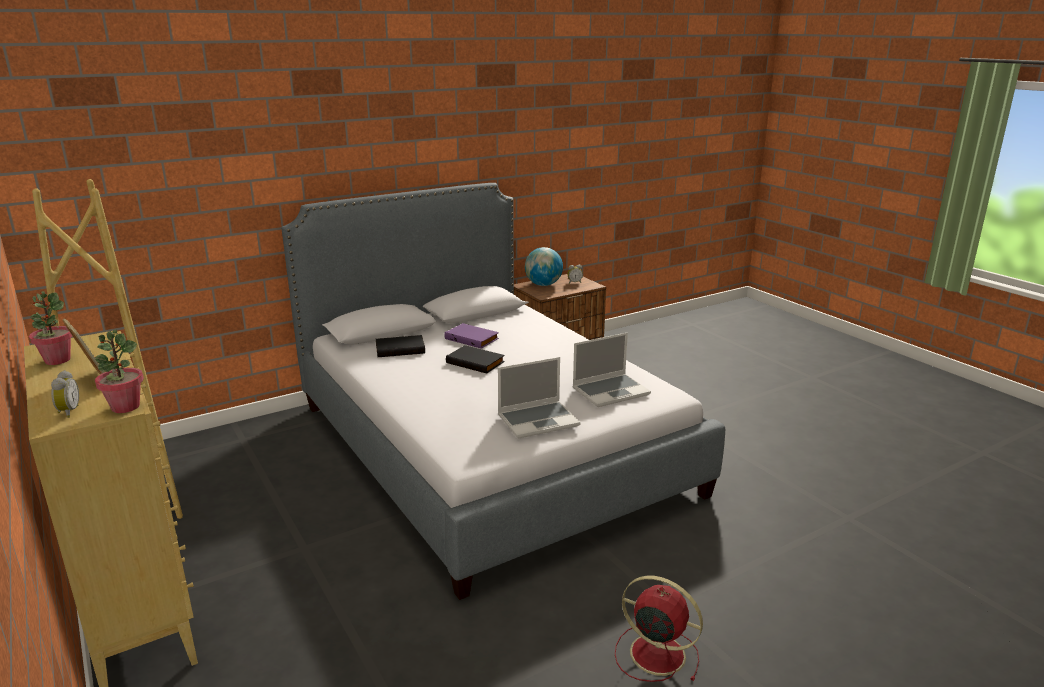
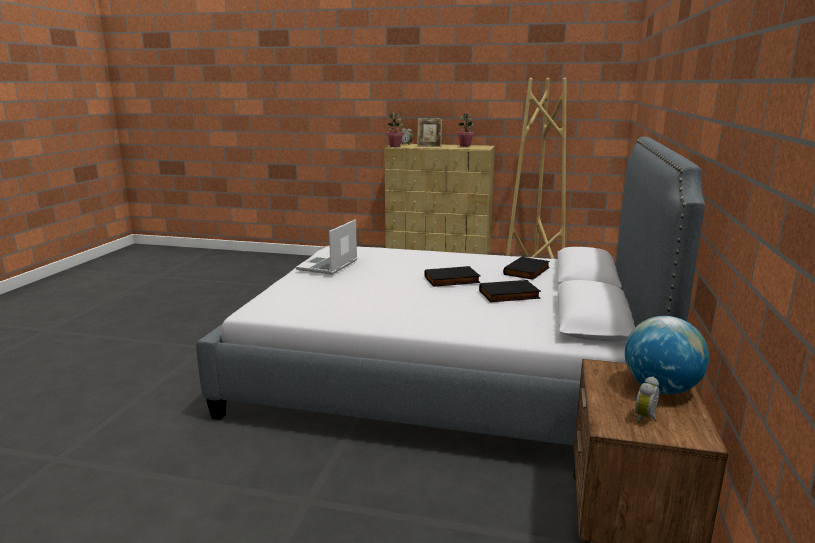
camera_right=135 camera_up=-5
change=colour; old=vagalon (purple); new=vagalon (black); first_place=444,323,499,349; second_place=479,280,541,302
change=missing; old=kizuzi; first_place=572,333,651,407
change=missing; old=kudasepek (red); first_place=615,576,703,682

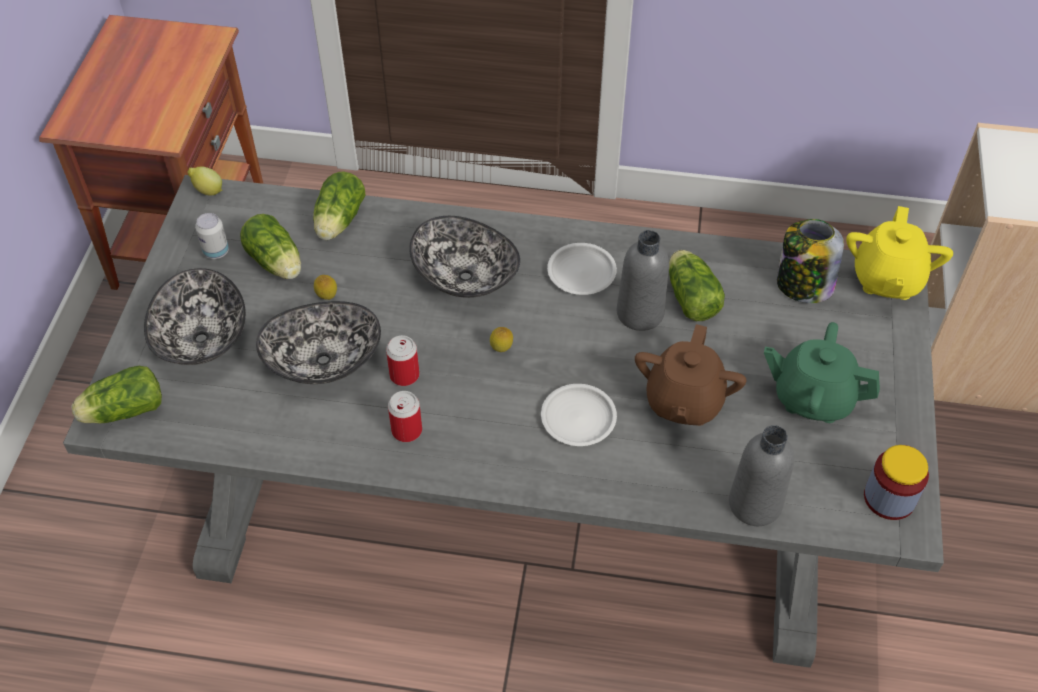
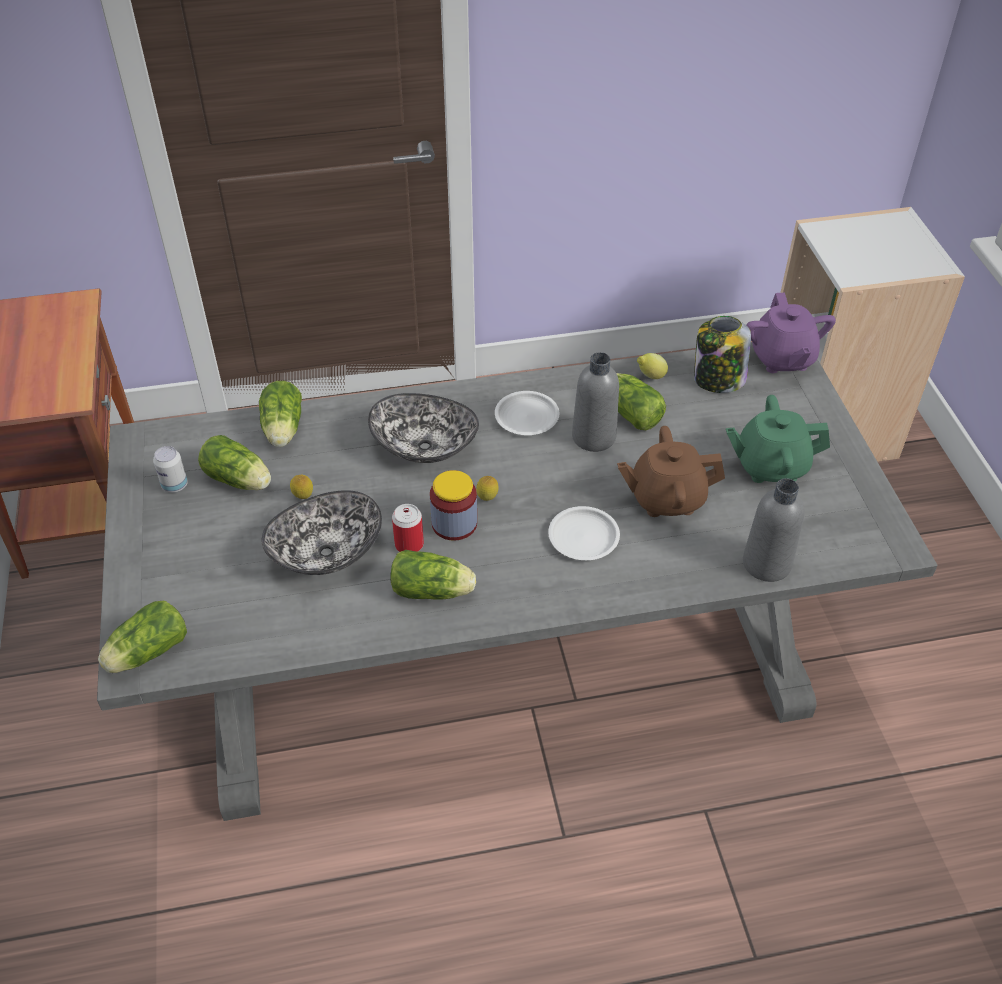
camera_right=-20 camera_up=-5
change=missing; old=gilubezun; first_place=144,268,246,365
change=relocated; old=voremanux; first_place=188,167,222,196; second_place=637,353,668,379
change=exchanged; old=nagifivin; new=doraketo; first_place=388,391,422,442; second_place=390,550,476,600
change=spun; old=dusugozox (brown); first_place=635,324,747,426; second_place=617,426,725,517; degrees=90
change=colour; old=dusugozox (yellow); new=dusugozox (purple); first_place=846,206,953,300; second_place=746,293,836,373
change=relocated; old=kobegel; first_place=864,445,929,520; second_place=430,470,477,541

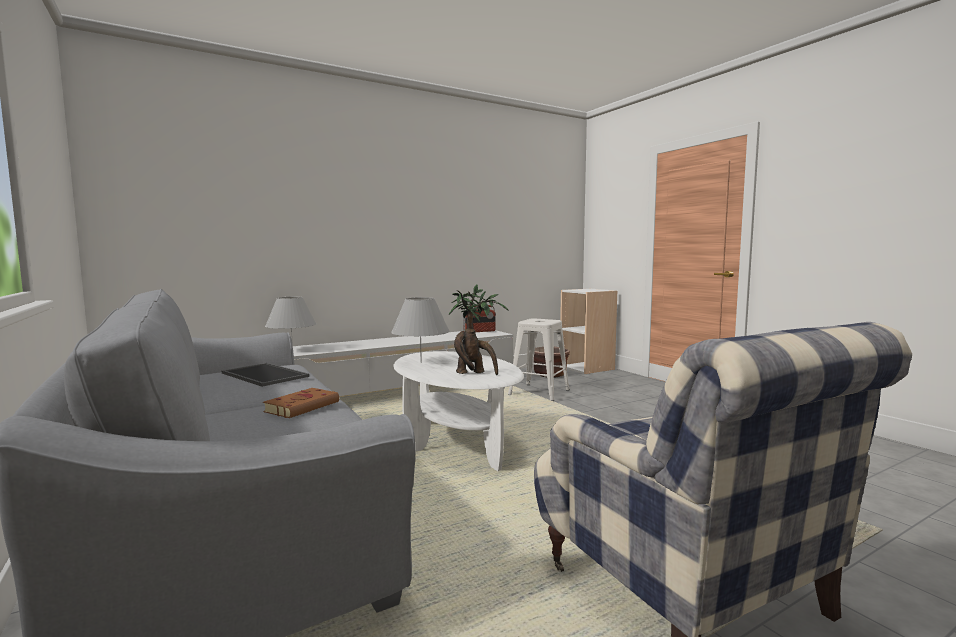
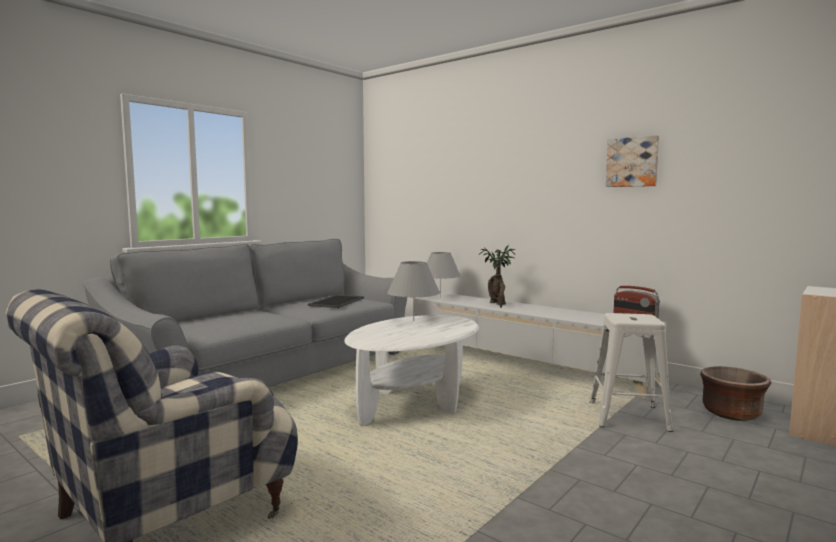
camera_right=70 camera_up=0
change=missing; old=vagalon (brown); first_place=263,388,339,418
change=relocated; old=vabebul; first_place=449,284,509,375; second_place=479,245,515,308
change=appeared; new=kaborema; second_place=606,135,659,187

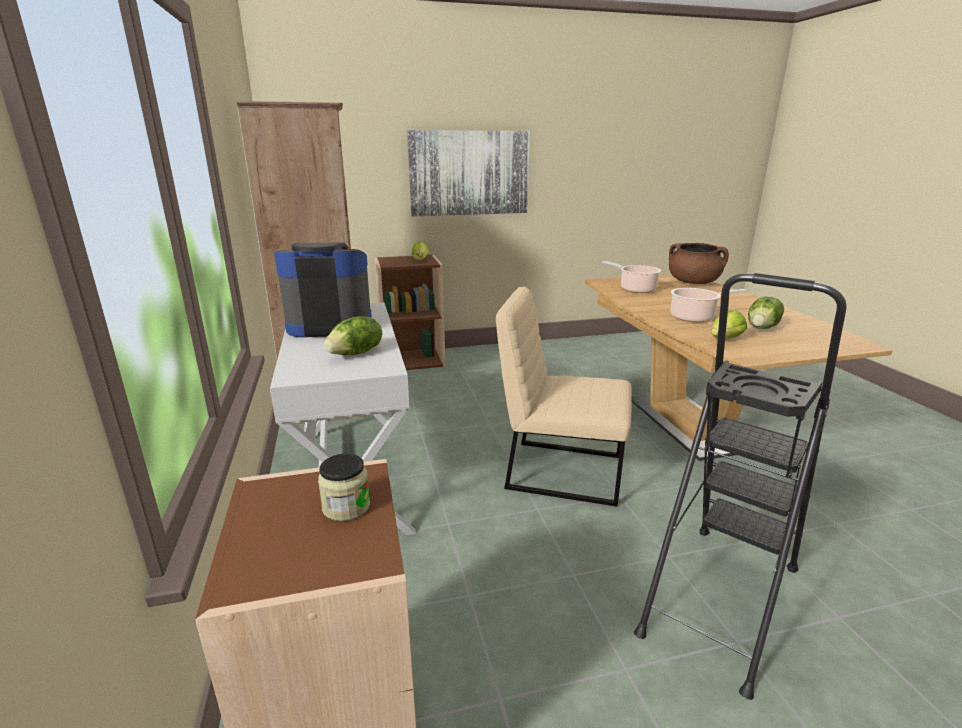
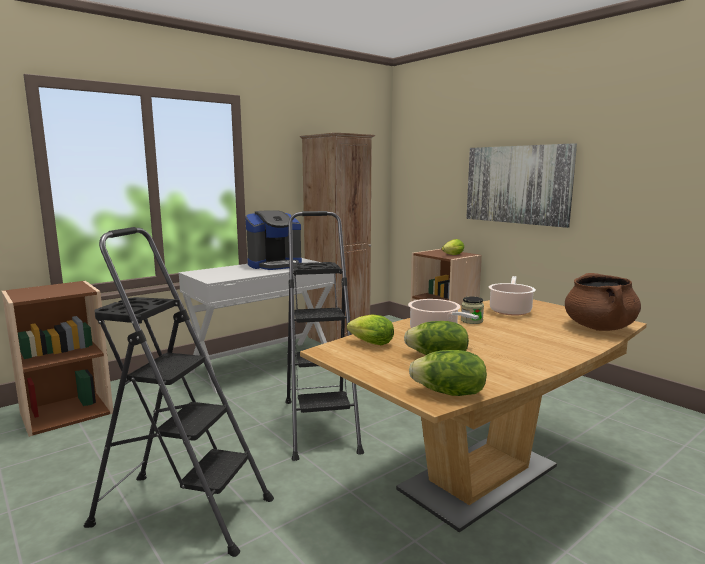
camera_right=65 camera_up=-10
change=spun; old=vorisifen; first_place=274,242,372,337; second_place=245,210,302,270; degrees=90
change=relocated; old=kobegel; first_place=318,453,370,521; second_place=461,296,484,324
change=relocated; old=doraketo; first_place=324,316,382,355; second_place=409,350,487,396
change=exchanged; old=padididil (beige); new=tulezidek; first_place=496,287,632,507; second_place=285,211,364,461

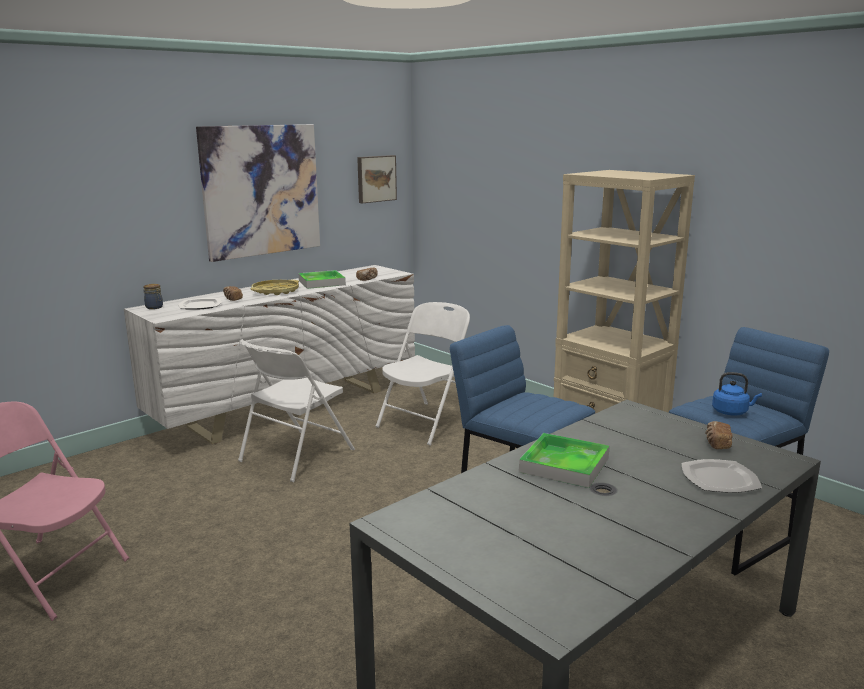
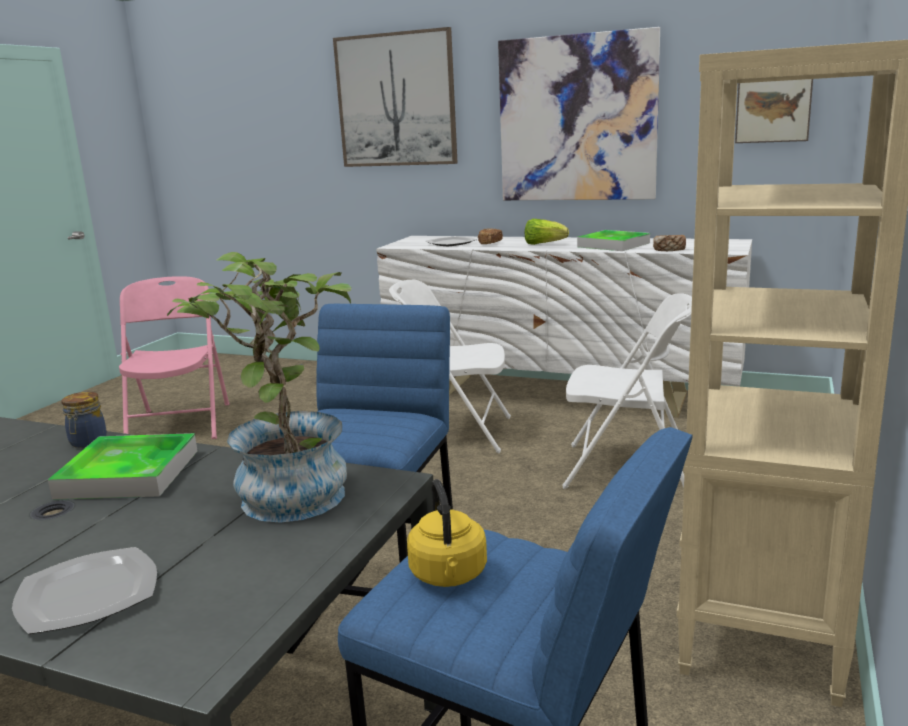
camera_right=65 camera_up=0
change=relocated; old=kobegel; first_place=143,284,163,309; second_place=61,392,107,448
change=exchanged; old=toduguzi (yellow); new=doraketo; first_place=250,280,299,295; second_place=525,219,569,245
change=missing; old=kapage; first_place=705,421,733,449
change=colour; old=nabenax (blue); new=nabenax (yellow); first_place=712,372,762,415; second_place=407,479,487,587
change=appeared; new=vabebul; second_place=167,252,351,523
change=appeared; new=kaborema; second_place=333,27,458,167

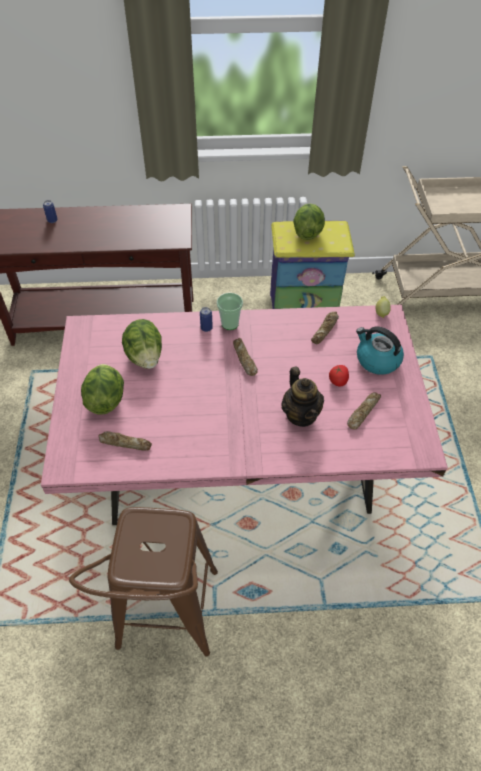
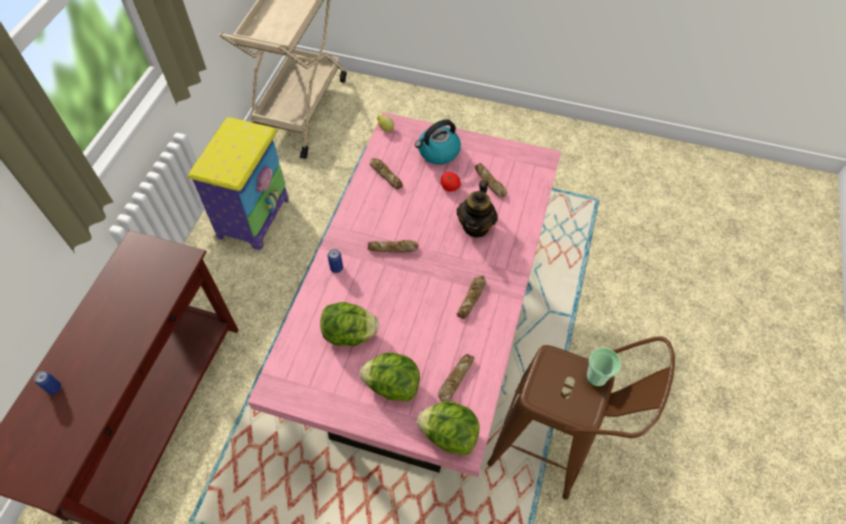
camera_right=-70 camera_up=5
change=relocated; old=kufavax; first_place=217,293,243,330; second_place=587,348,621,387
change=spun; old=dusugozox; first_place=281,367,324,427; second_place=457,180,498,238; degrees=105
change=relocated; old=doraketo; first_place=293,204,325,240; second_place=417,401,479,456
change=appeared; new=kapage; second_place=457,275,486,319

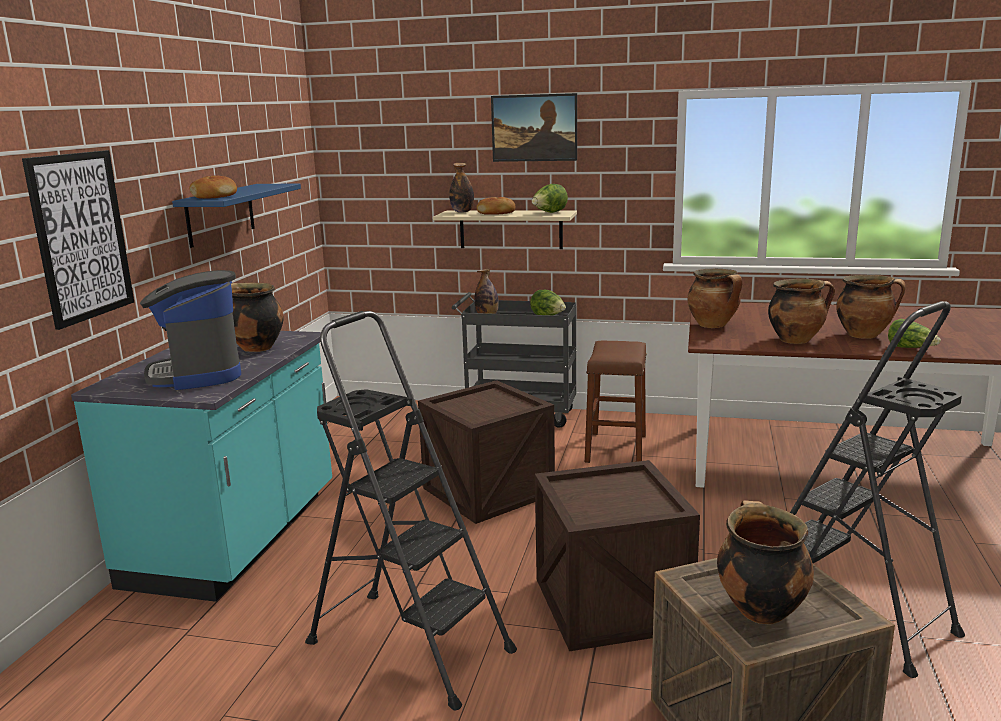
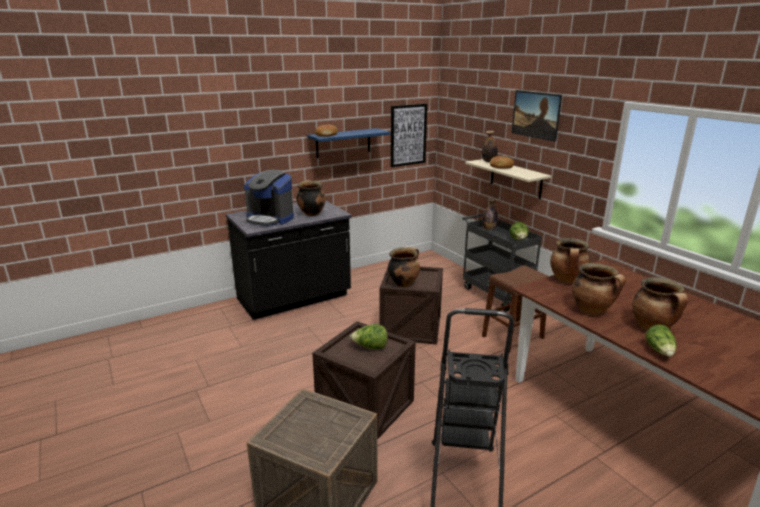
camera_right=45 camera_up=5
change=relocated; old=kaborema; first_place=22,150,134,330; second_place=391,103,427,167
change=colour; old=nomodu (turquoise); new=nomodu (black); first_place=71,331,332,602; second_place=226,201,352,320
change=spun; old=vorisifen; first_place=140,270,241,390; second_place=244,170,294,226; degrees=-90
change=missing; old=tulezidek; first_place=305,311,517,711
change=relocated; old=doraketo; first_place=532,184,568,213; second_place=350,324,388,349
change=relocated; old=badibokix; first_place=717,500,814,624; second_place=388,247,420,287

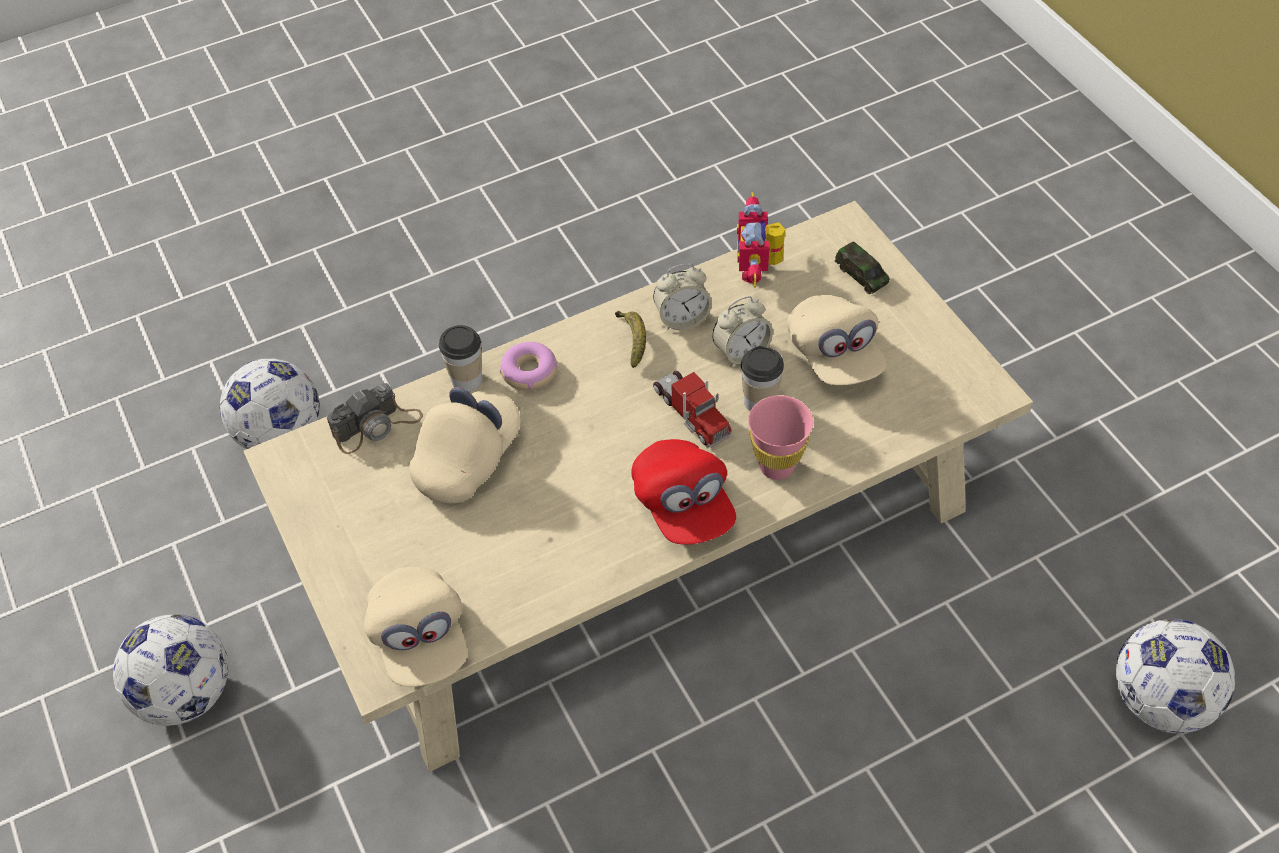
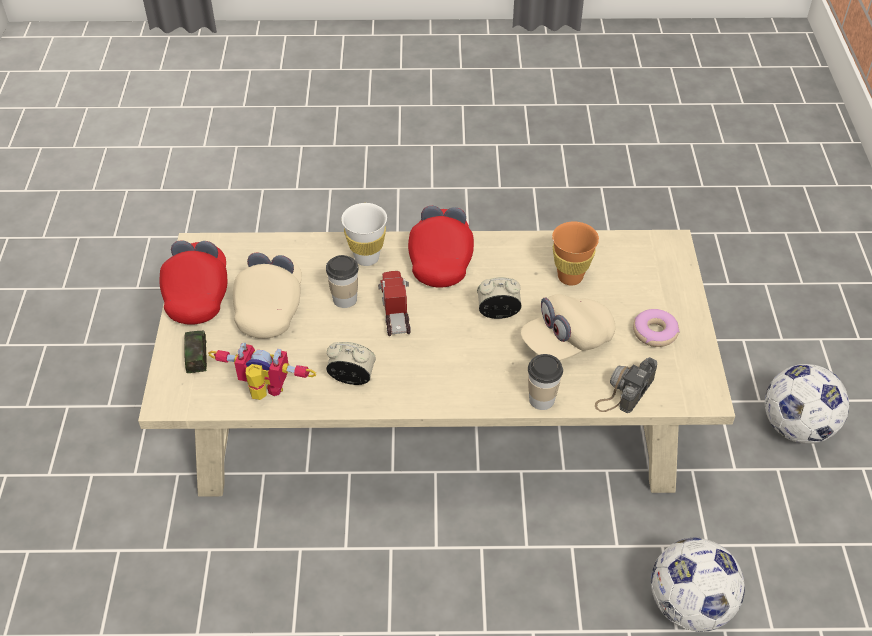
camera_right=-155 camera_up=-5
change=spun; old=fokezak; first_place=327,383,423,454; second_place=595,357,657,413; degrees=-45
change=missing; old=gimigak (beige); first_place=364,567,467,687
change=relocated; old=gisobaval; first_place=500,342,558,390; second_place=633,309,679,347
change=missing; old=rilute; first_place=615,311,646,368
change=relocated; old=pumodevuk; first_place=712,296,773,367; second_place=477,277,521,319
change=spun; old=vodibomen; first_place=737,192,786,288; second_place=208,342,316,400; degrees=-105
change=colour; old=kufavax (pink); new=kufavax (white); first_place=748,395,813,480; second_place=341,203,387,266
change=missing; old=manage; first_place=1115,619,1235,733
change=appeared; new=gimigak (red); second_place=159,240,227,325
change=appeared; new=kufavax (orange); second_place=552,221,599,285

